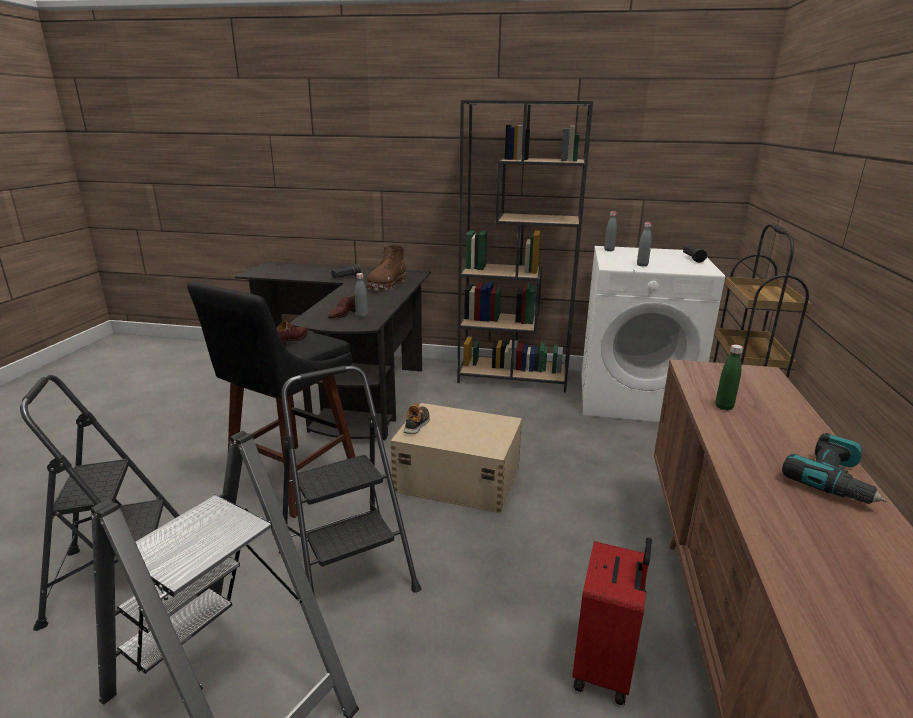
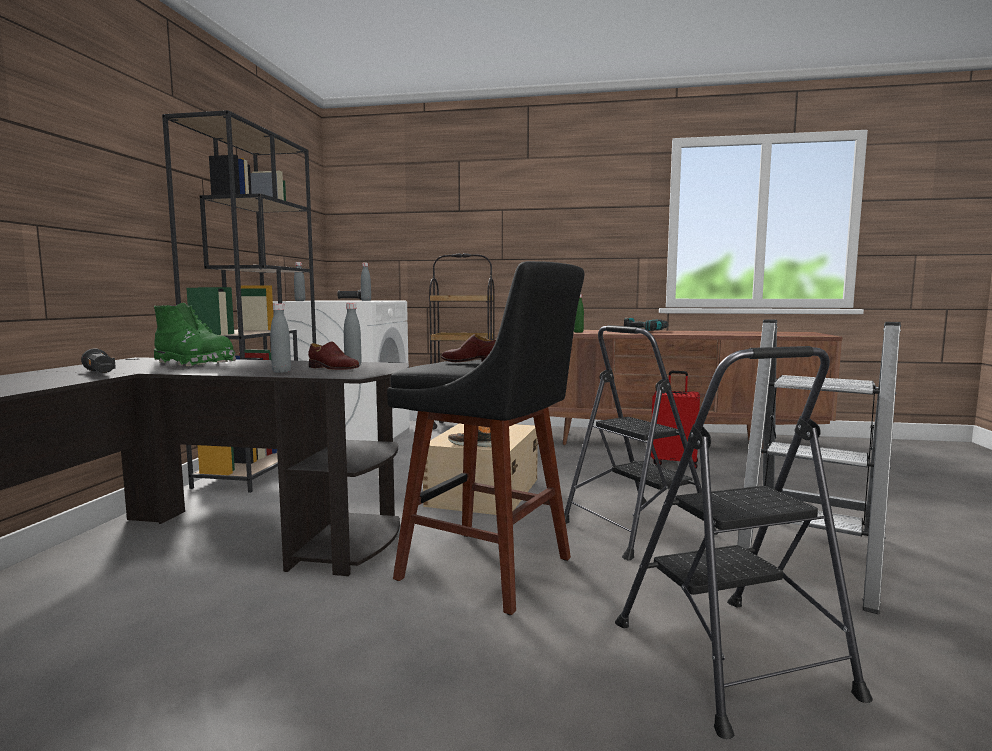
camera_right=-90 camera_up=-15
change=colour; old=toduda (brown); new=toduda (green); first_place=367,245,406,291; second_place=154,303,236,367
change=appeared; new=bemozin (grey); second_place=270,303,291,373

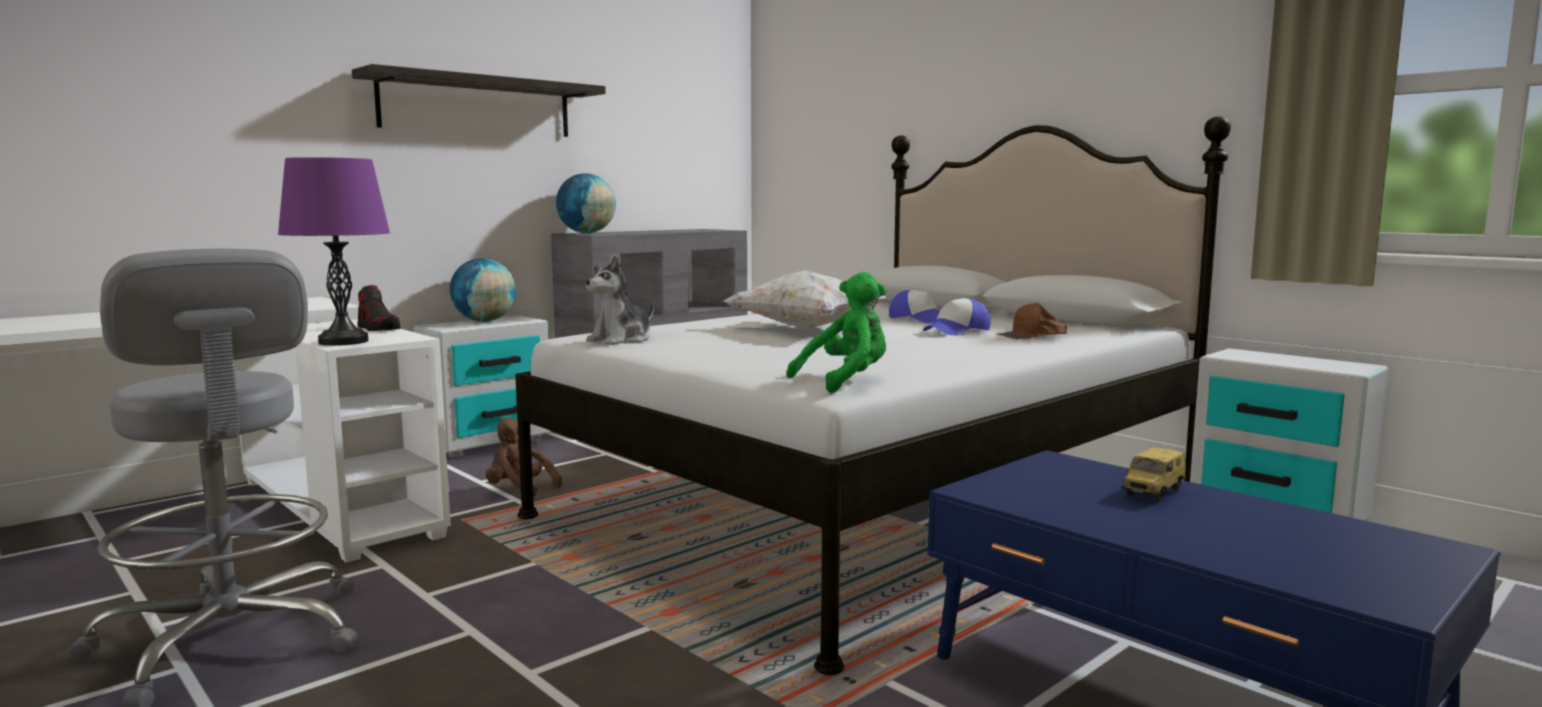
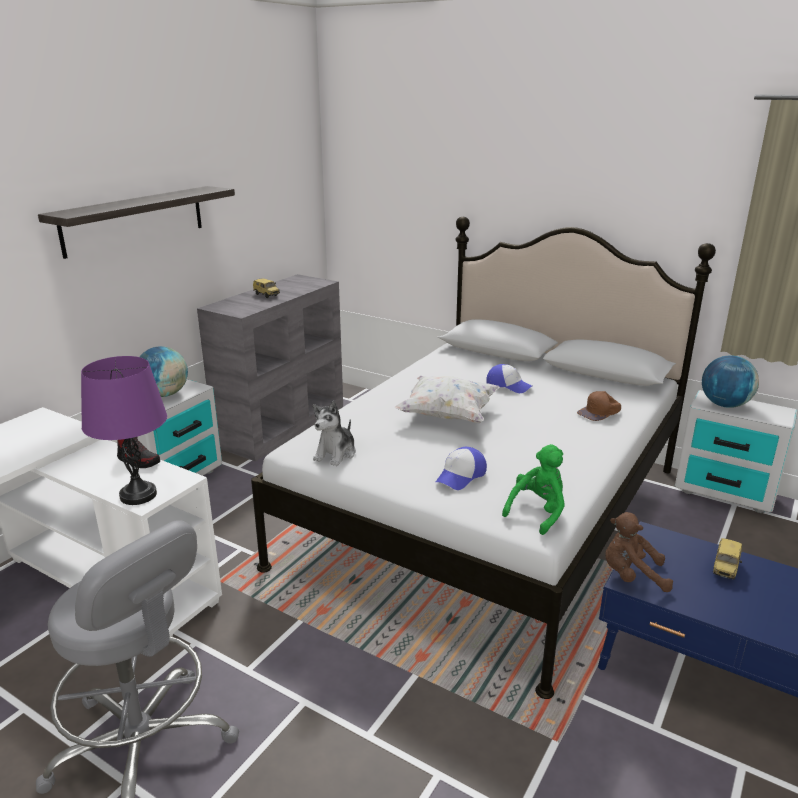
camera_right=-15 camera_up=15
change=relocated; old=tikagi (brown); first_place=486,417,562,498; second_place=606,512,673,592
change=relocated; old=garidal; first_place=556,173,616,233; second_place=702,355,759,408
change=relocated; old=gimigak; first_place=923,298,991,335; second_place=436,447,487,490
change=appeared; new=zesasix; second_place=253,278,280,298

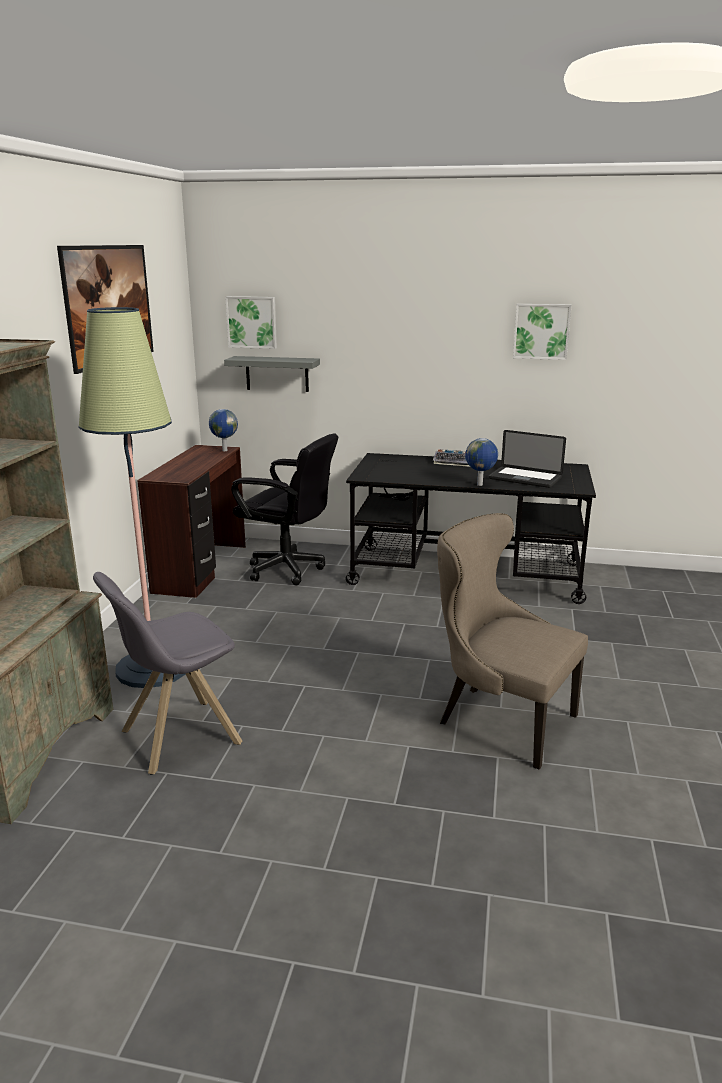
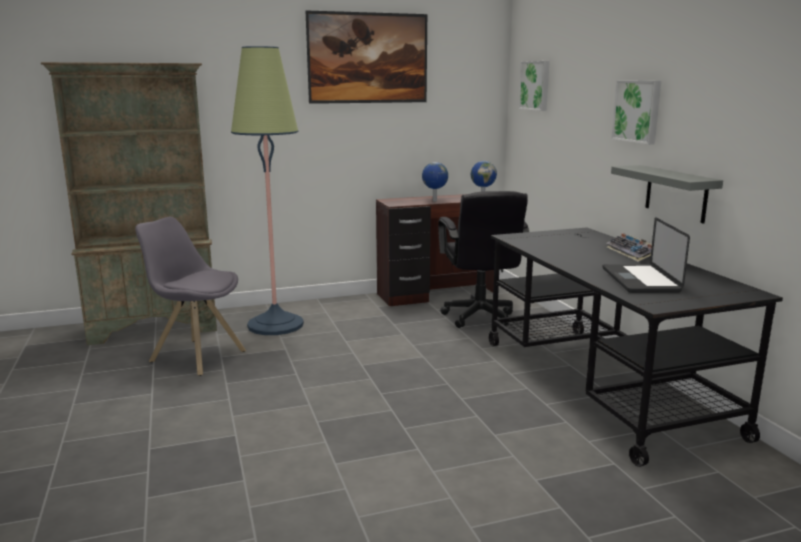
camera_right=60 camera_up=-5
change=relocated; old=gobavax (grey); first_place=224,356,320,392; second_place=611,165,723,224
change=missing; old=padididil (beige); first_place=437,513,588,770
change=relocated; old=garidal; first_place=465,438,498,486; second_place=422,162,448,202
change=relocated; old=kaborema; first_place=513,304,572,360; second_place=611,81,661,145

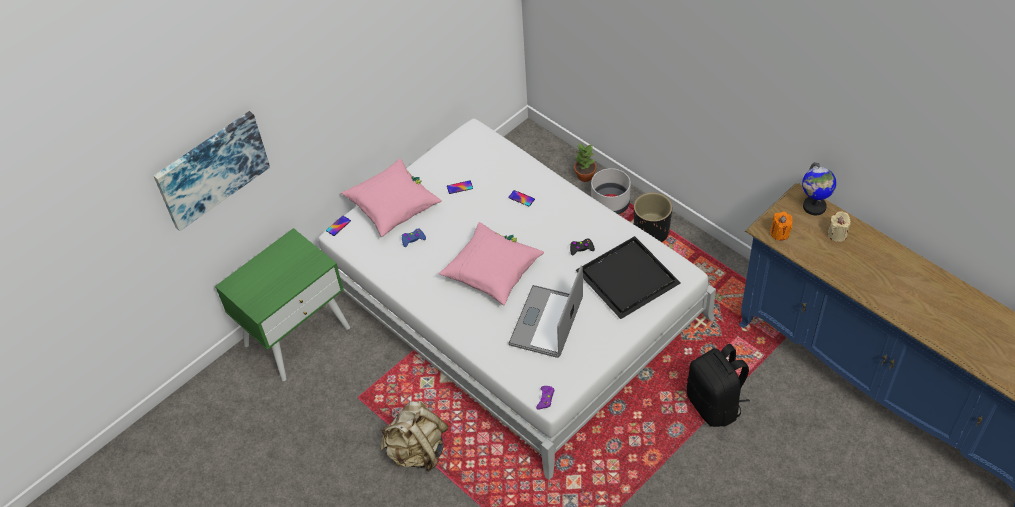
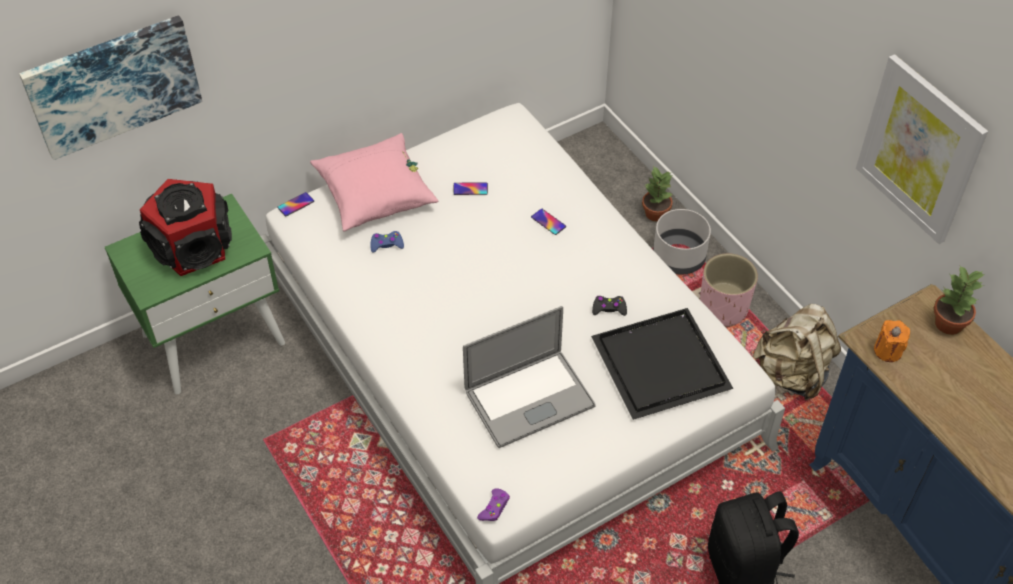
camera_right=10 camera_up=0
change=relocated; old=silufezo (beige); first_place=380,401,448,472; second_place=753,304,841,400
change=missing; old=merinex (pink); first_place=439,222,544,305
change=spun; old=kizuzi; first_place=508,266,583,358; second_place=463,306,596,448; degrees=-150
change=colour; old=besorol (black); new=besorol (pink); first_place=634,192,672,242; second_place=700,253,758,327
change=exchanged; old=garidal; new=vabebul; first_place=802,162,836,215; second_place=934,266,985,335
change=missing; old=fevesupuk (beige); first_place=828,211,851,242
change=appeared; new=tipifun; second_place=139,179,232,276
change=appeared; new=kaborema; second_place=856,54,988,244

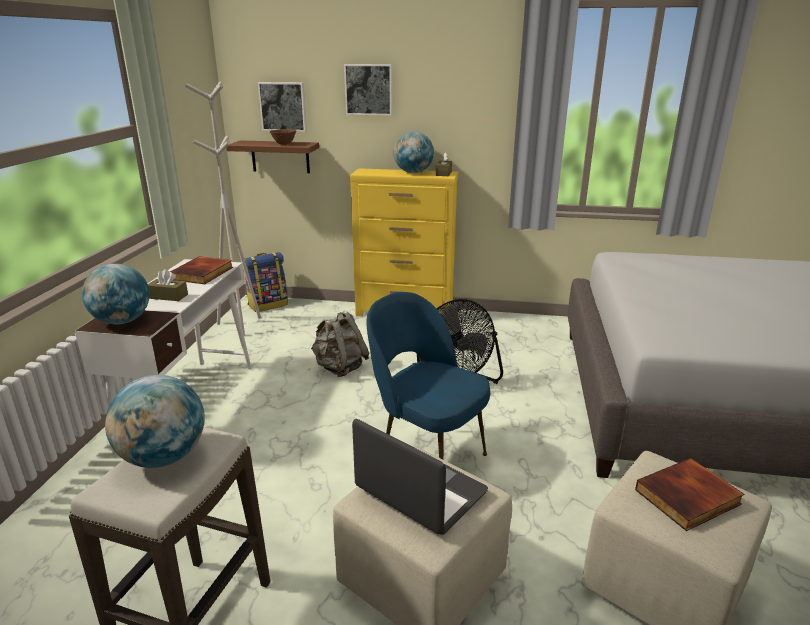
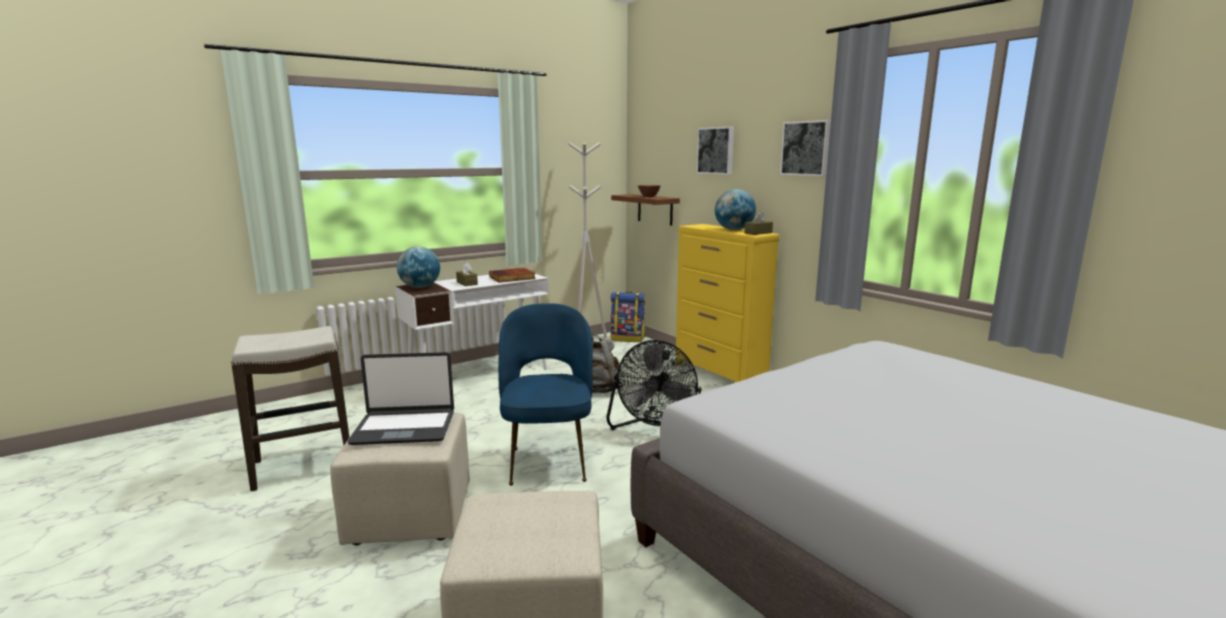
camera_right=45 camera_up=-10
change=missing; old=garidal; first_place=105,375,205,468
change=relocated; old=kaborema; first_place=257,82,307,132; second_place=780,120,831,176
change=spun; old=kizuzi; first_place=352,419,488,535; second_place=348,352,454,445; degrees=90
change=missing; old=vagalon; first_place=635,458,744,531

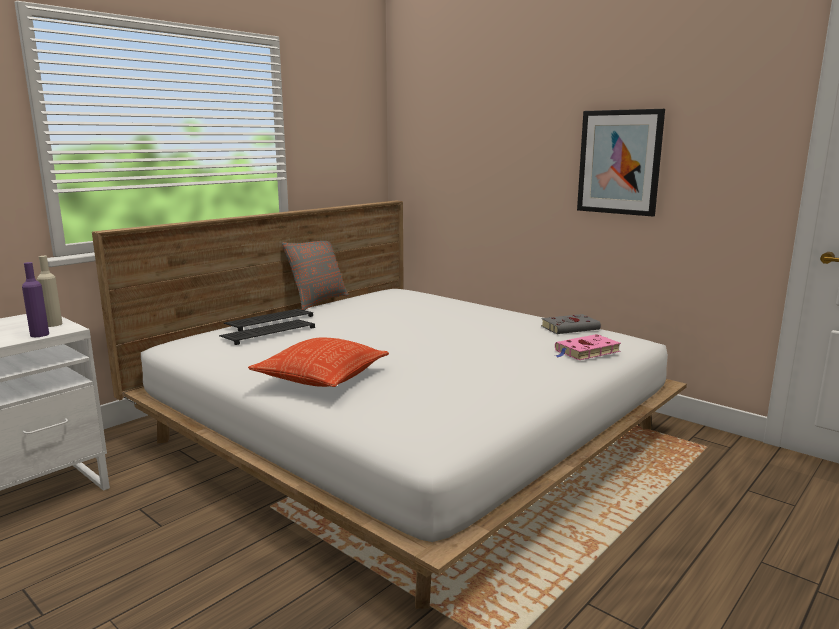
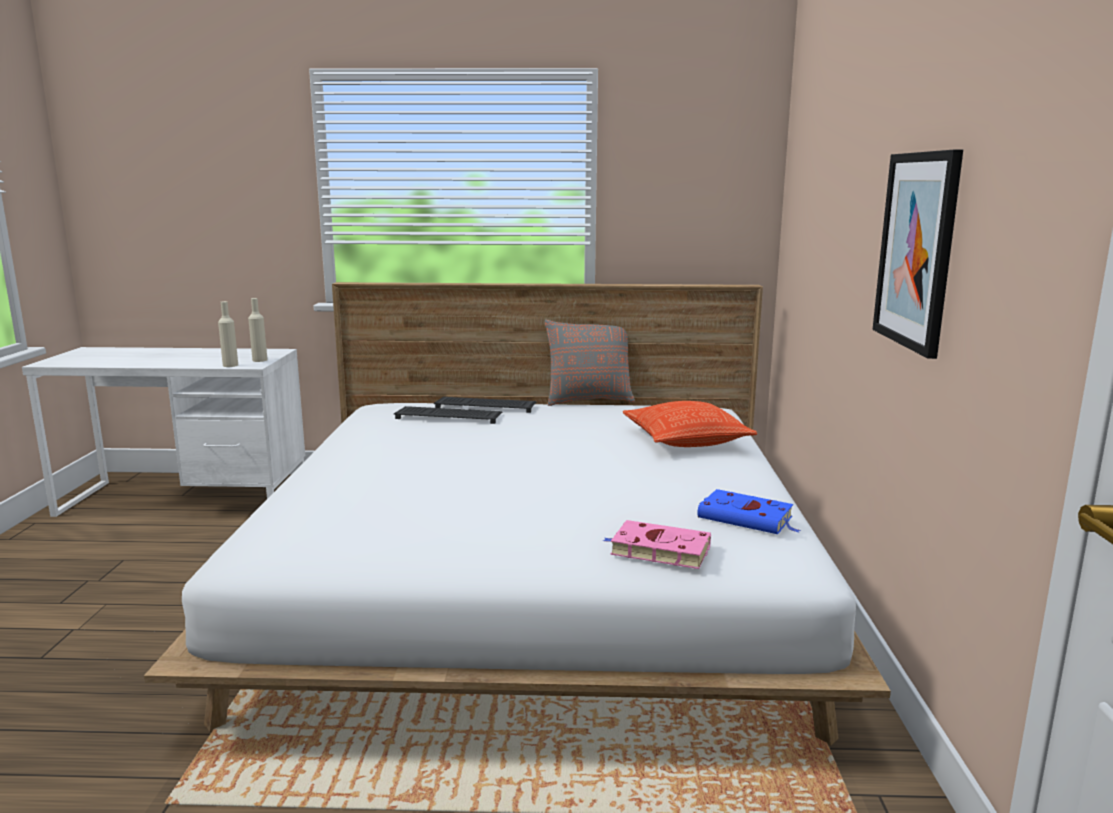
camera_right=50 camera_up=0
change=colour; old=bemozin (purple); new=bemozin (beige); first_place=22,262,49,337; second_place=218,301,238,367
change=relocated; old=merinex (orange); first_place=248,338,389,387; second_place=623,401,757,447
change=colour; old=vagalon (grey); new=vagalon (blue); first_place=541,314,601,334; second_place=697,489,801,534

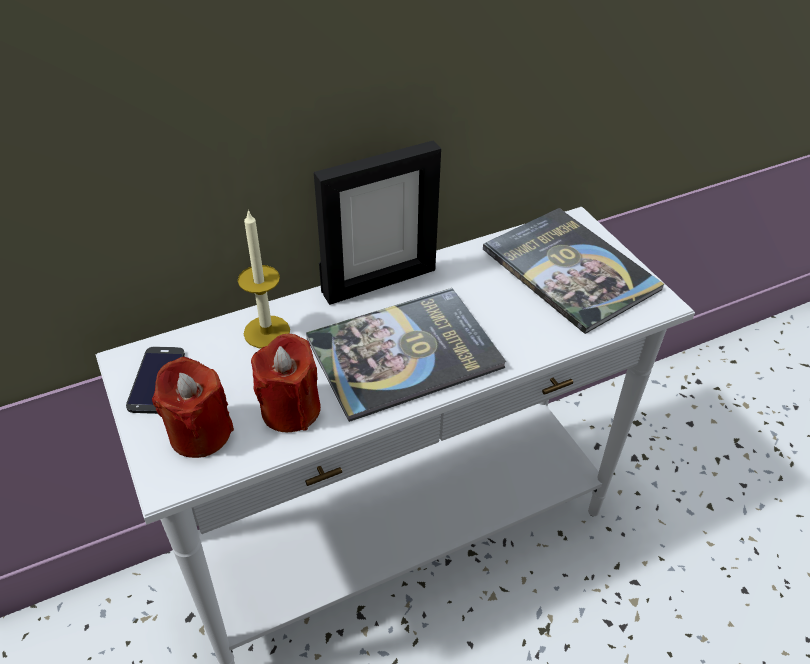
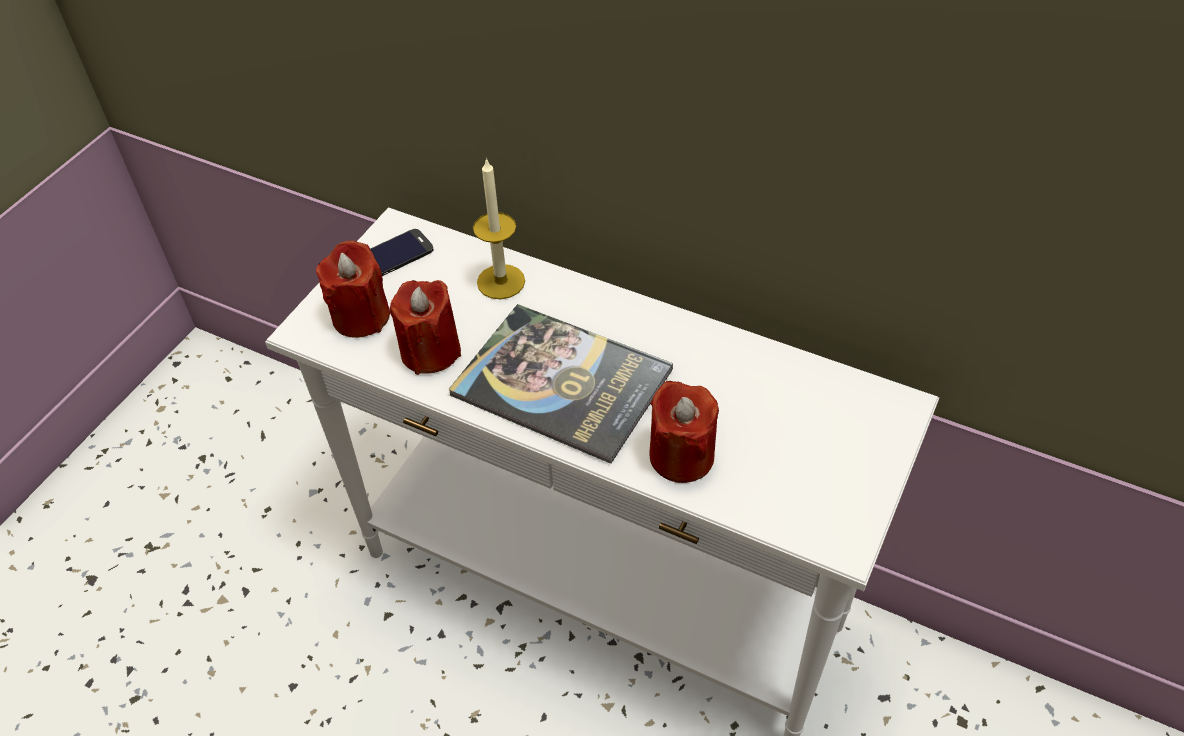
camera_right=55 camera_up=5
change=missing; old=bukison; first_place=314,141,441,305
change=missing; old=vagalon; first_place=483,208,664,334
change=appeared; new=fevesupuk (red); second_place=649,381,719,483

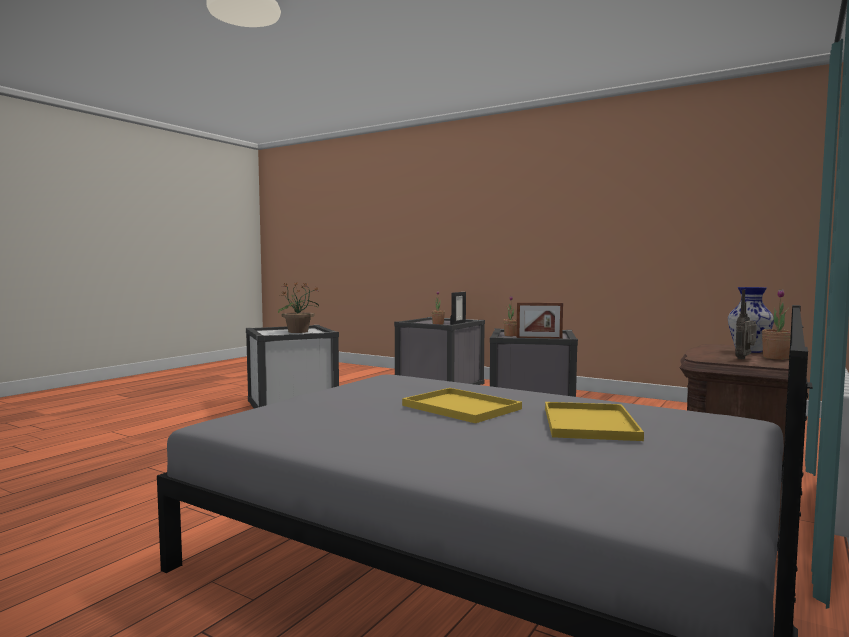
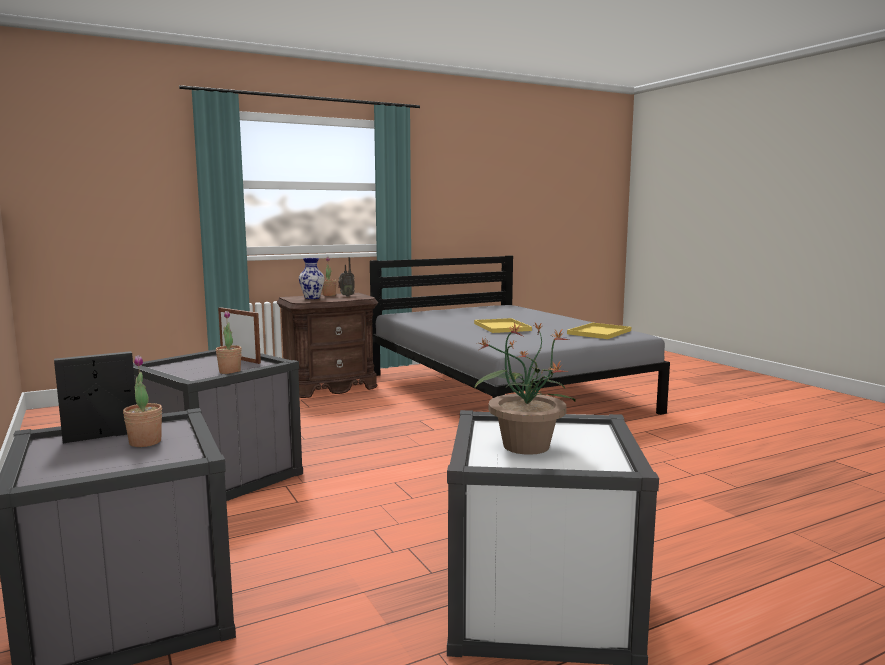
camera_right=-150 camera_up=5
change=relocated; old=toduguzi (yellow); first_place=545,402,644,441; second_place=567,323,631,339

